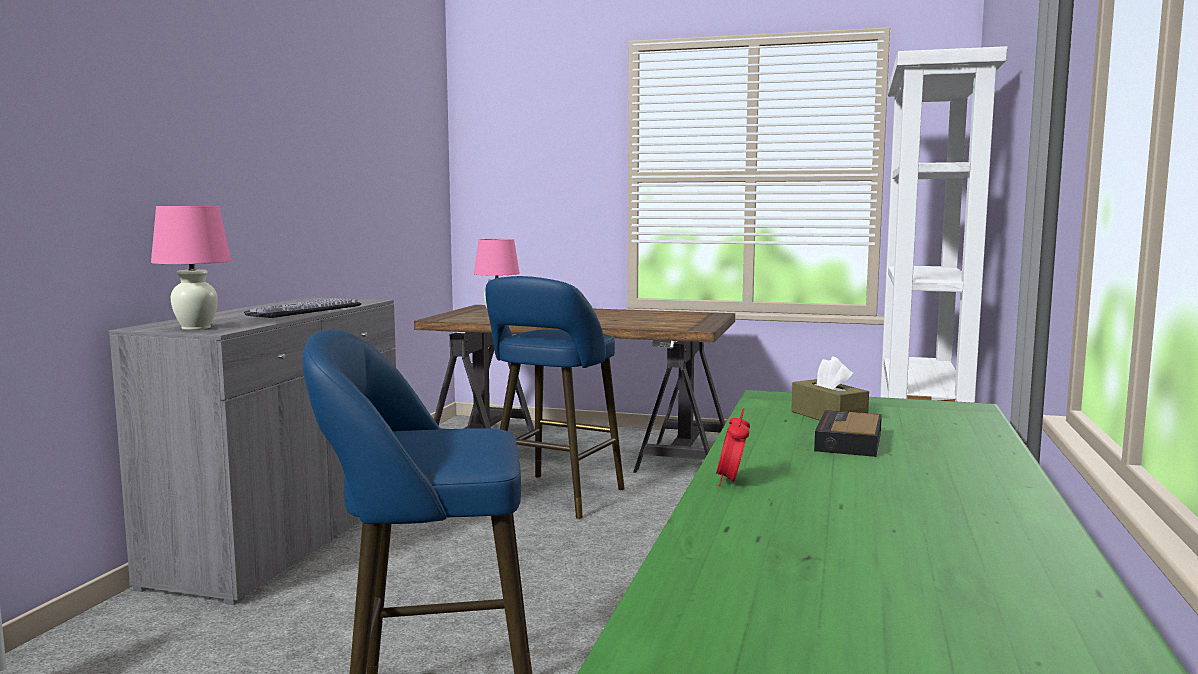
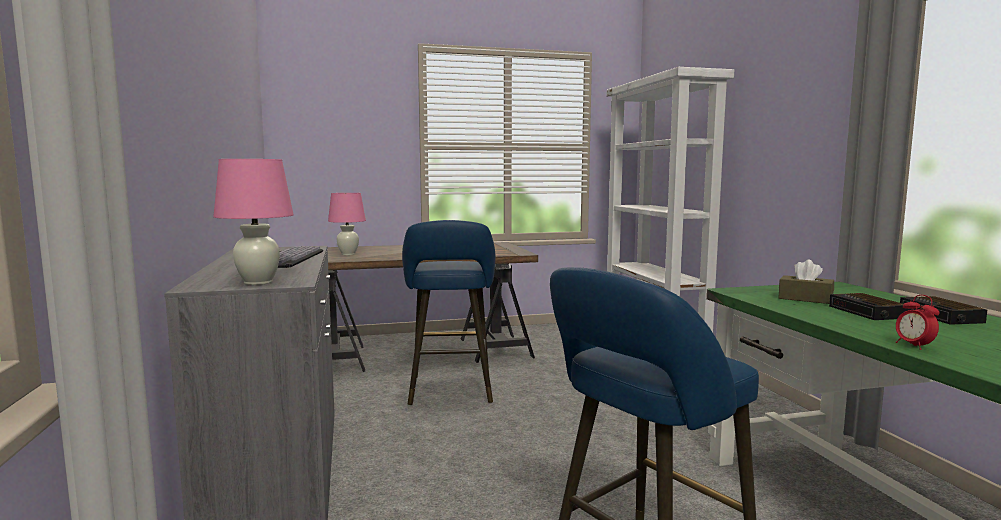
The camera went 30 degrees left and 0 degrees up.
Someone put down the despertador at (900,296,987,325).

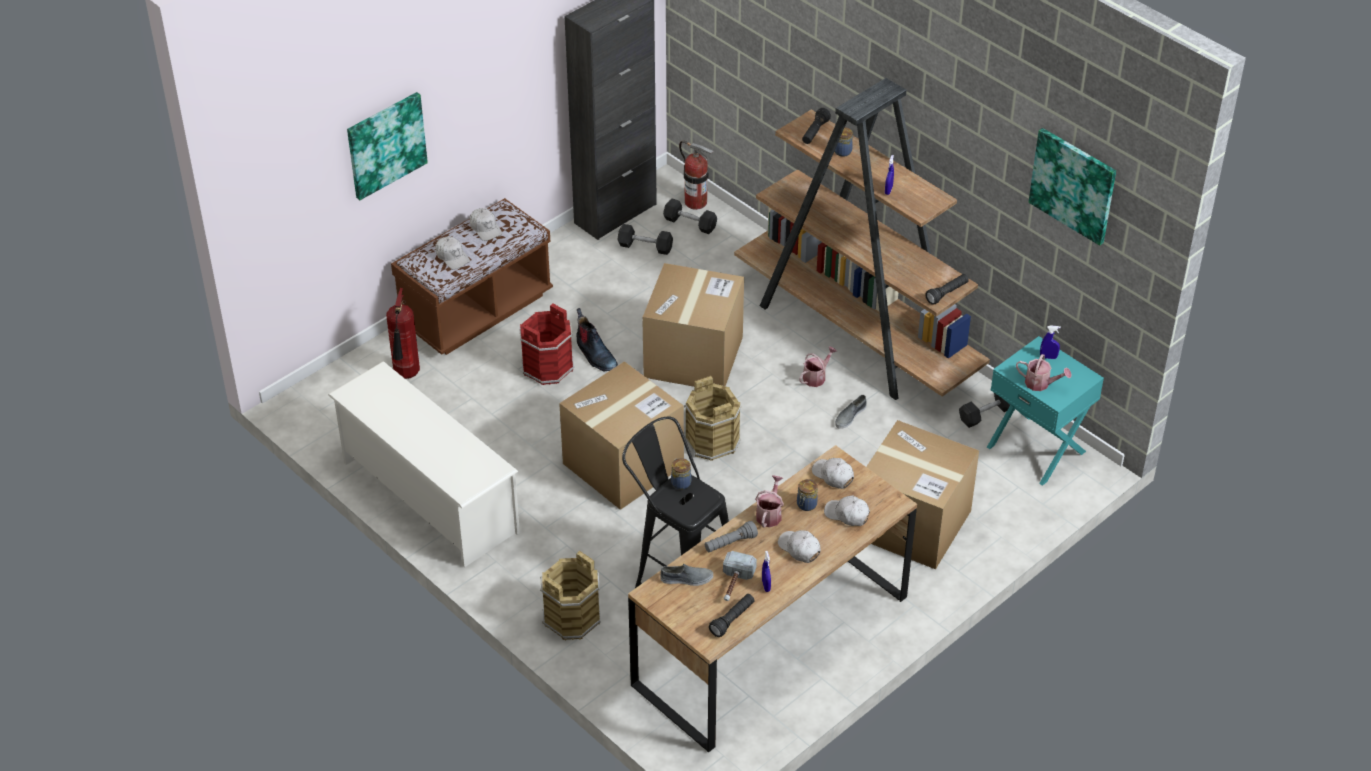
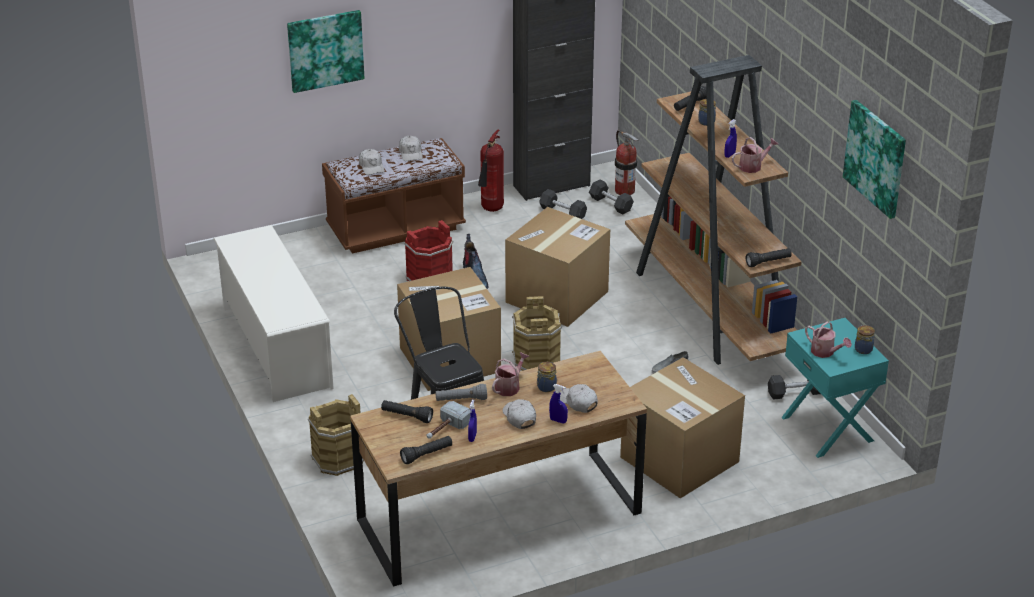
The camera went 20 degrees right and 10 degrees down.
Someone carried the extintor from (386,288,420,379) to (478,130,504,212).
Someone carried the pulverizador (azul) from (1040,325,1061,359) to (549,384,568,423).
Someone carried the regadera from (799,346,837,387) to (732,137,778,173).
Someone carried the tarro from (671,458,691,490) to (855,325,875,354).
Someone took away the gorra (blanco) at (812,458,854,489).
Someone swapped the zapato (gris) at (660,564,713,586) for the linterna (negro) at (381,400,433,423).

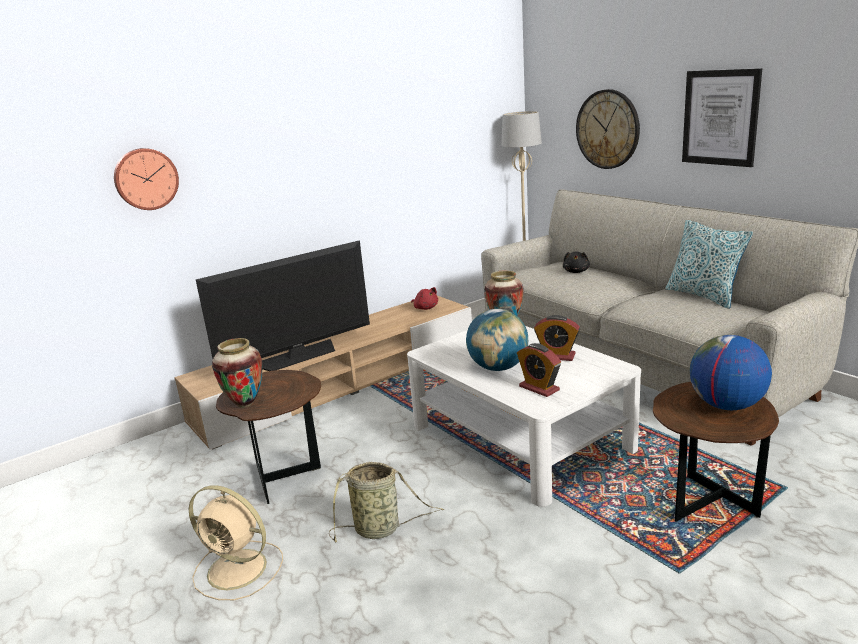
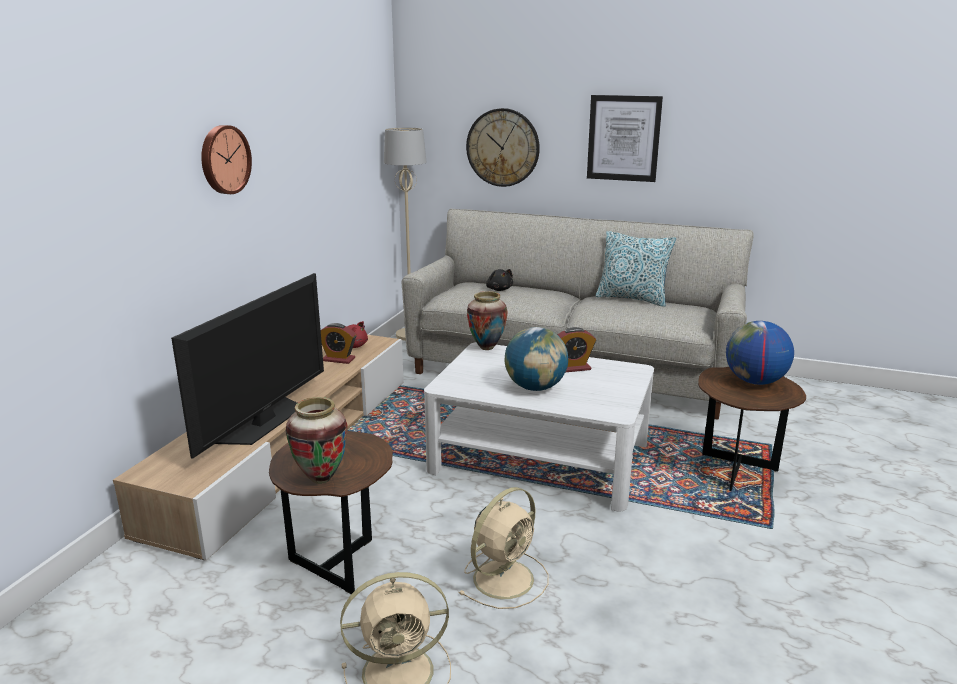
The camera went 35 degrees left and 0 degrees up.
Someone carried the reloj de pared from (114,148,179,210) to (201,125,252,194).
Someone carried the despertador from (517,343,561,397) to (321,323,356,364).
Someone swapped the cesta at (329,462,445,543) for the ventilador (beis) at (459,487,549,609).

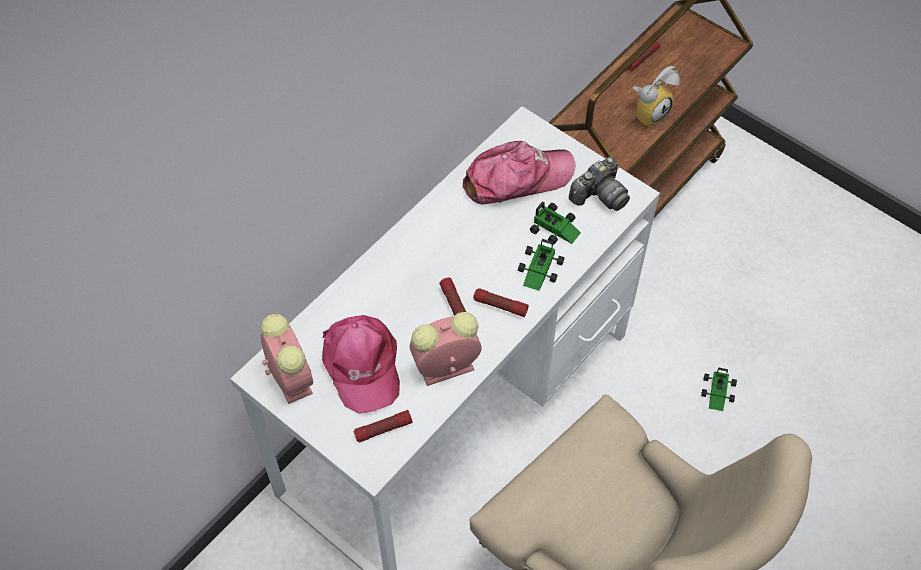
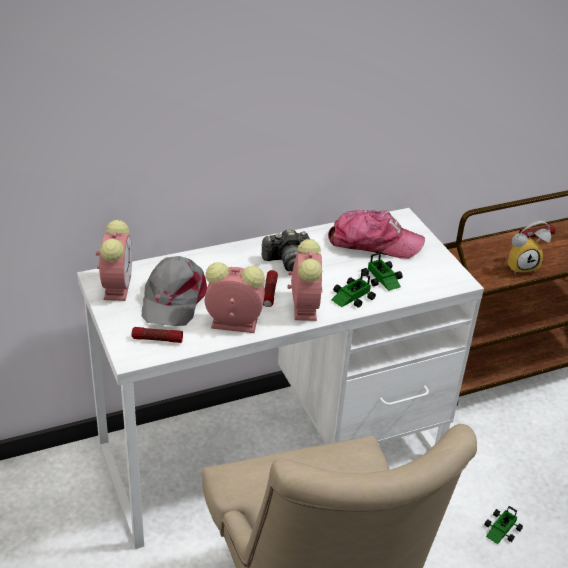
The camera went 25 degrees right and 20 degrees down.
Someone carried the cámara from (569,157,630,211) to (261,229,310,272).
Someone swapped the linterna at (473,288,529,317) for the despertador at (287,239,322,321).
Someone repainted the gorra (rosa) at (322,315,400,414), which became the gorra (gris) at (142,256,207,326).

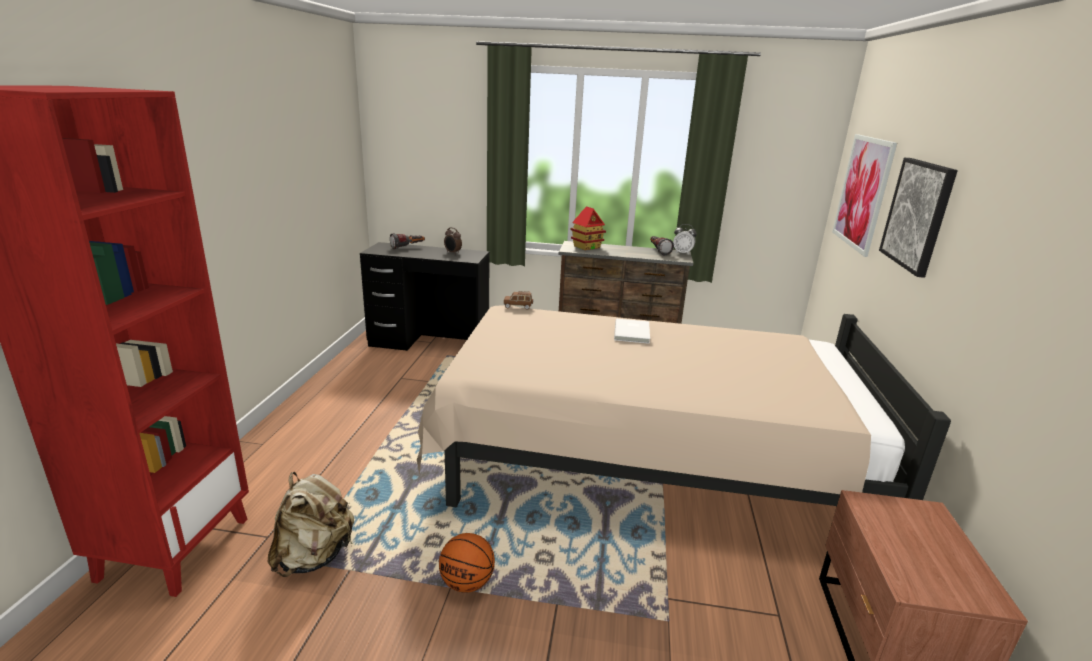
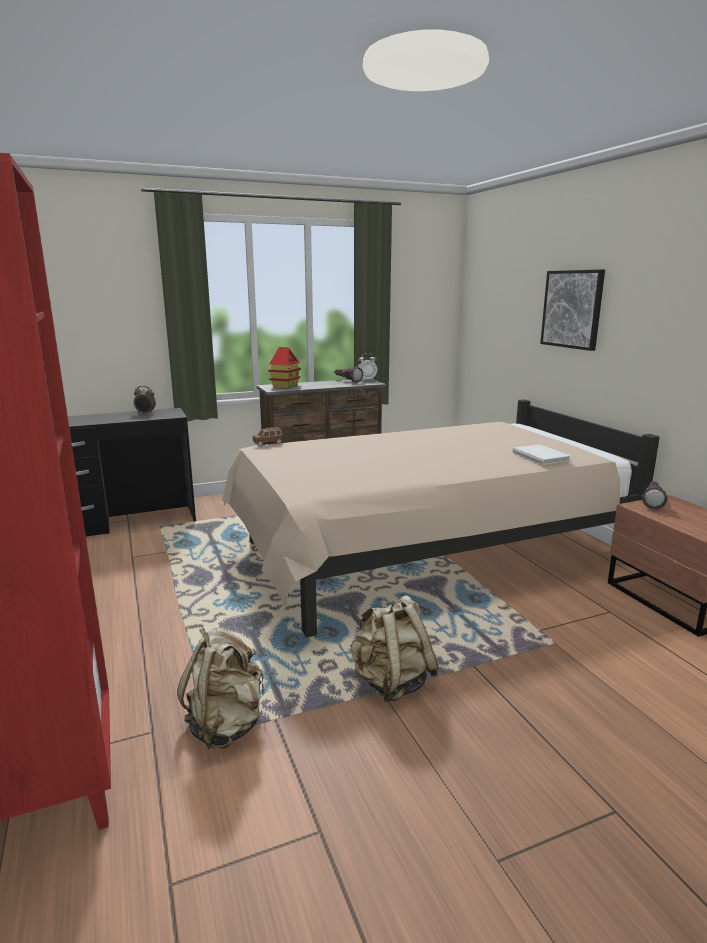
The camera went 30 degrees left and 5 degrees down.
Someone took away the cuadro at (832,134,897,257).
Someone carried the linterna from (390,233,425,249) to (642,482,668,509).
Someone carried the libro (blanco) from (614,319,650,344) to (512,444,571,465).
Someone swapped the balón de baloncesto at (439,533,495,593) for the mochila (beis) at (350,595,439,702).

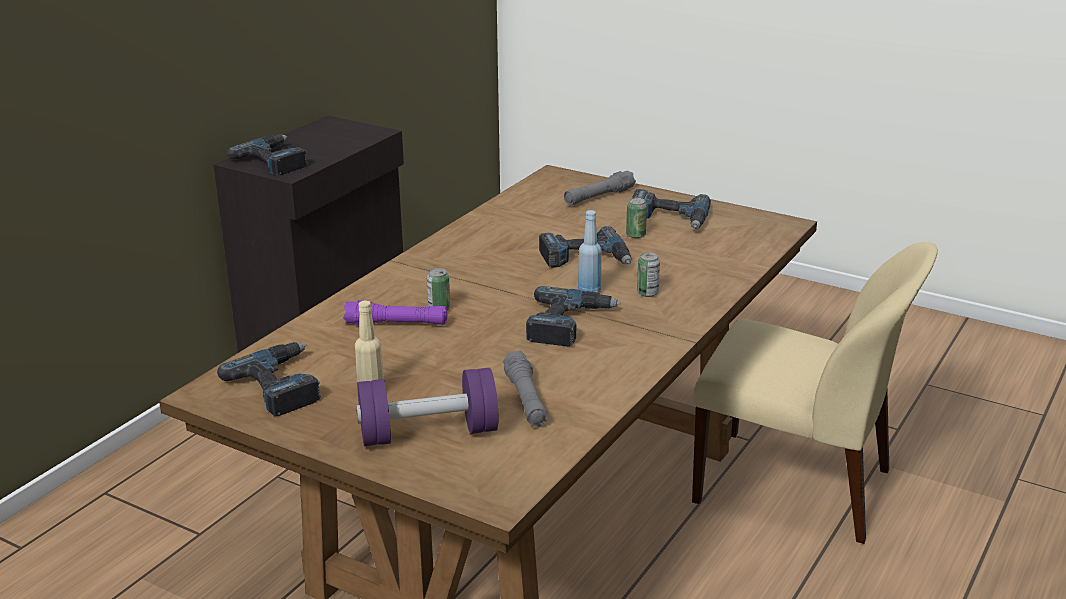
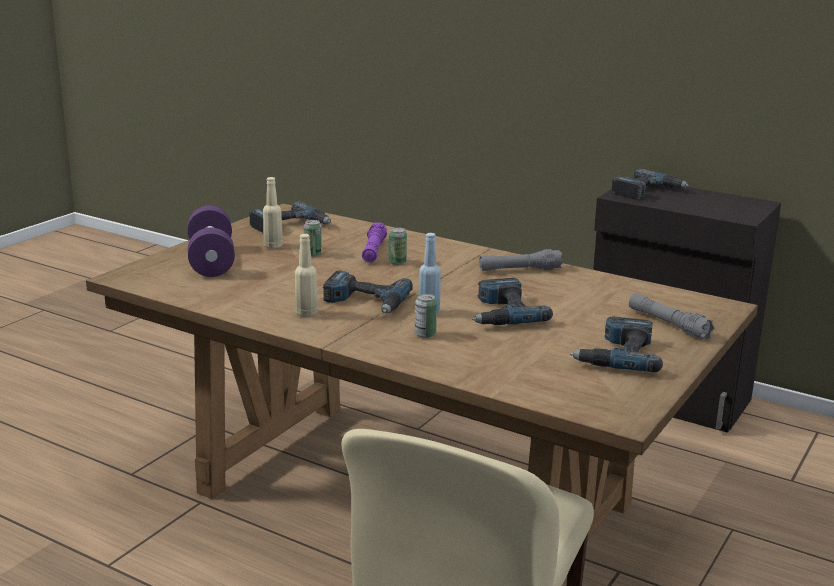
The camera went 90 degrees right and 5 degrees down.
Someone carried the lata from (626,198,647,238) to (303,220,322,257).
Someone carried the linterna (gris) from (503,351,548,426) to (479,249,563,271).
Someone put down the botella (beis) at (295,234,318,317).

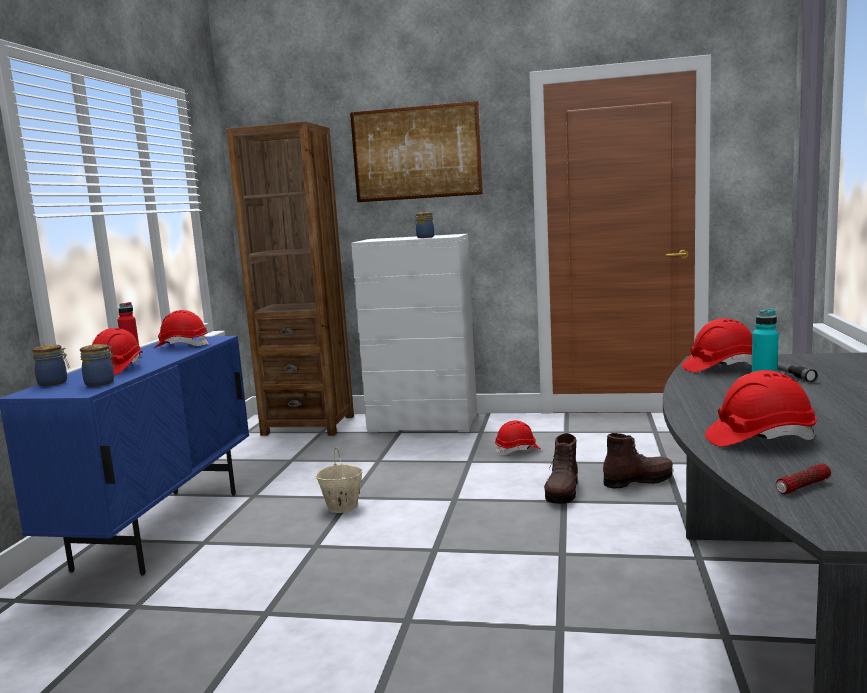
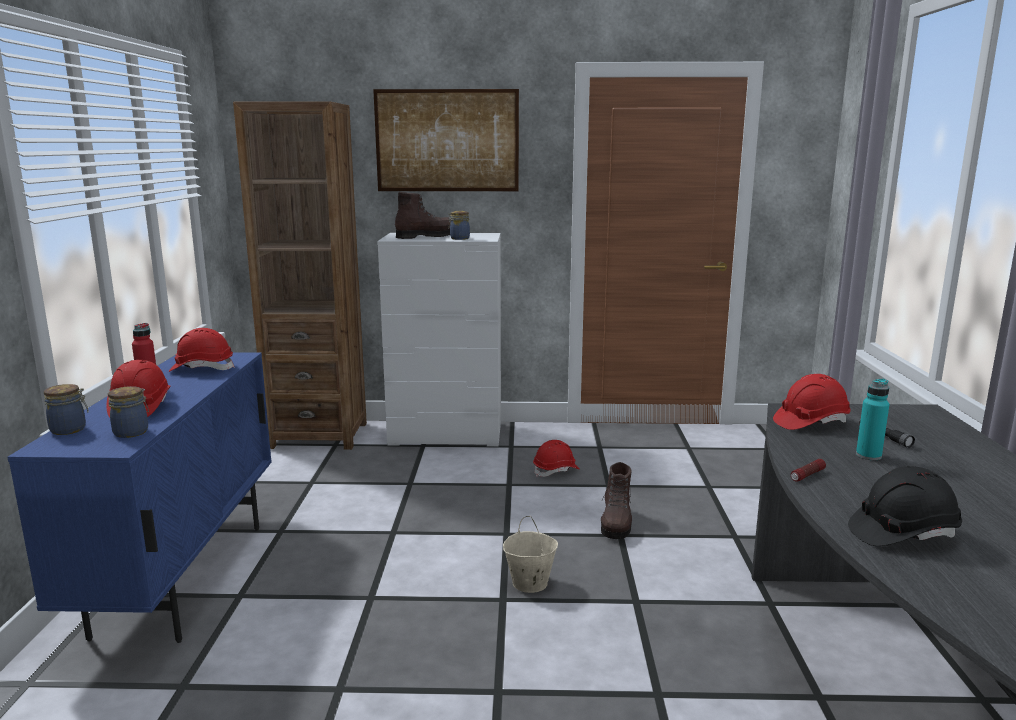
The camera went 10 degrees left and 5 degrees up.
Someone repainted the casco (rojo) at (705,370,817,447), which became the casco (negro) at (848,466,962,546).
Someone carried the bota (marrón) from (603,433,673,489) to (395,192,451,239).
Someone carried the cubo (beis) from (315,447,363,513) to (503,516,558,593).
Someone carried the linterna from (776,463,831,494) to (791,459,826,482).

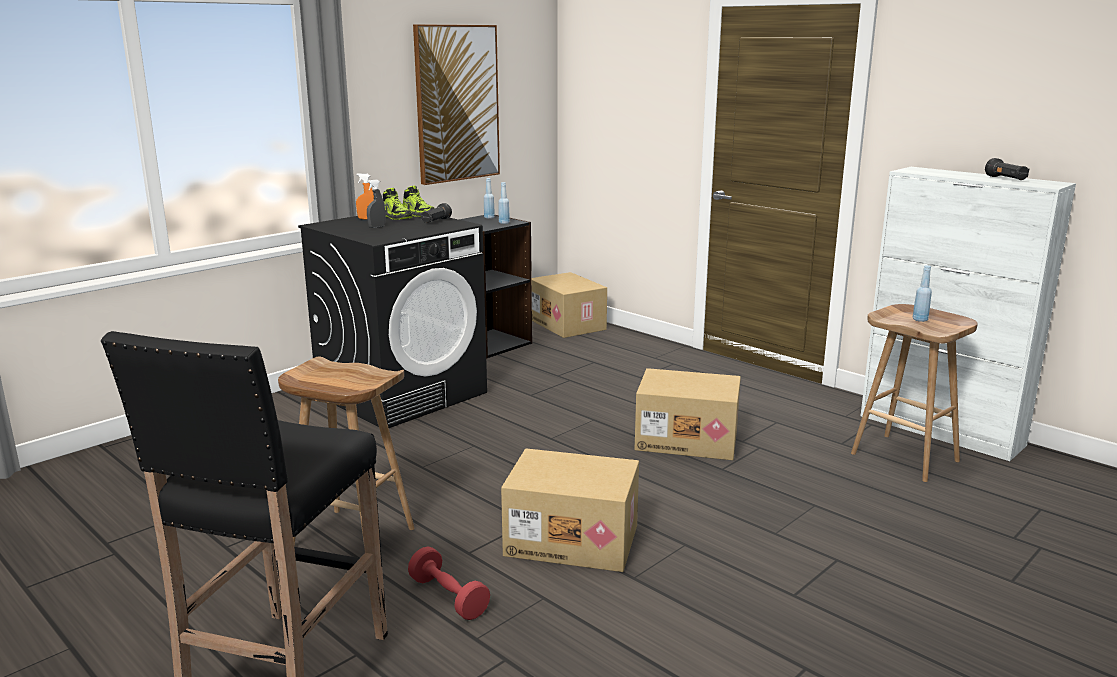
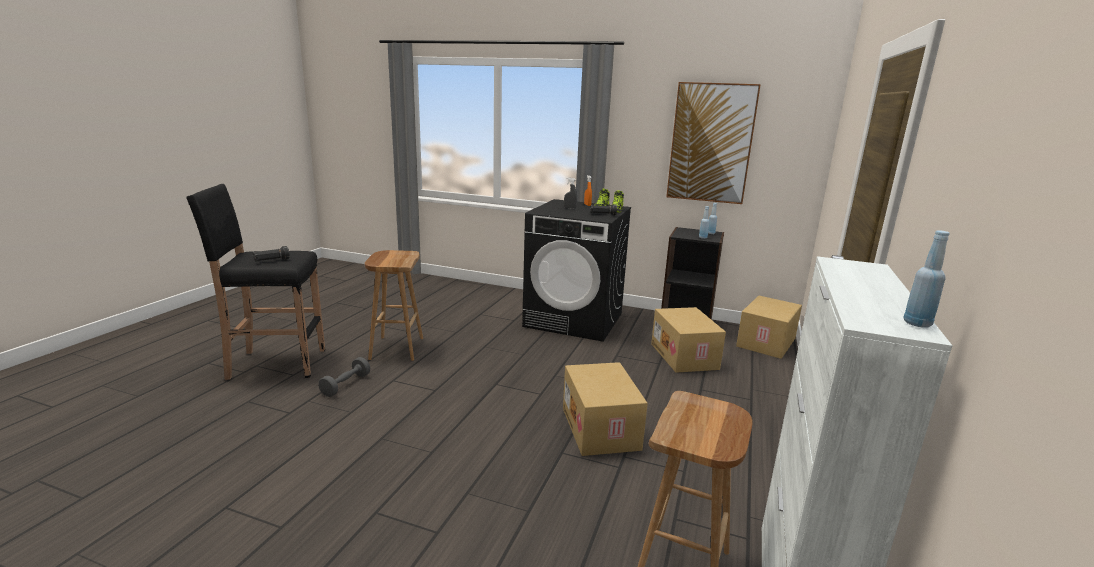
The camera went 65 degrees right and 0 degrees up.
Someone carried the linterna (negro) from (985,158,1029,180) to (252,246,290,262).
Someone carried the botella (azul) from (913,265,932,322) to (903,230,949,328).
Someone carried the caja de cartón from (501,448,639,572) to (651,307,726,373).
Someone repainted the mancuerna (rojo) at (408,546,490,620), which became the mancuerna (gris) at (318,357,370,397).

